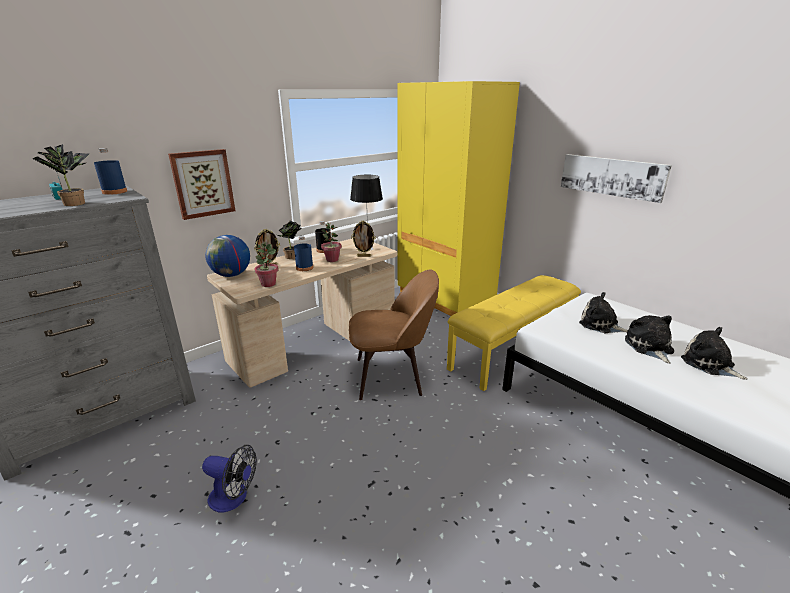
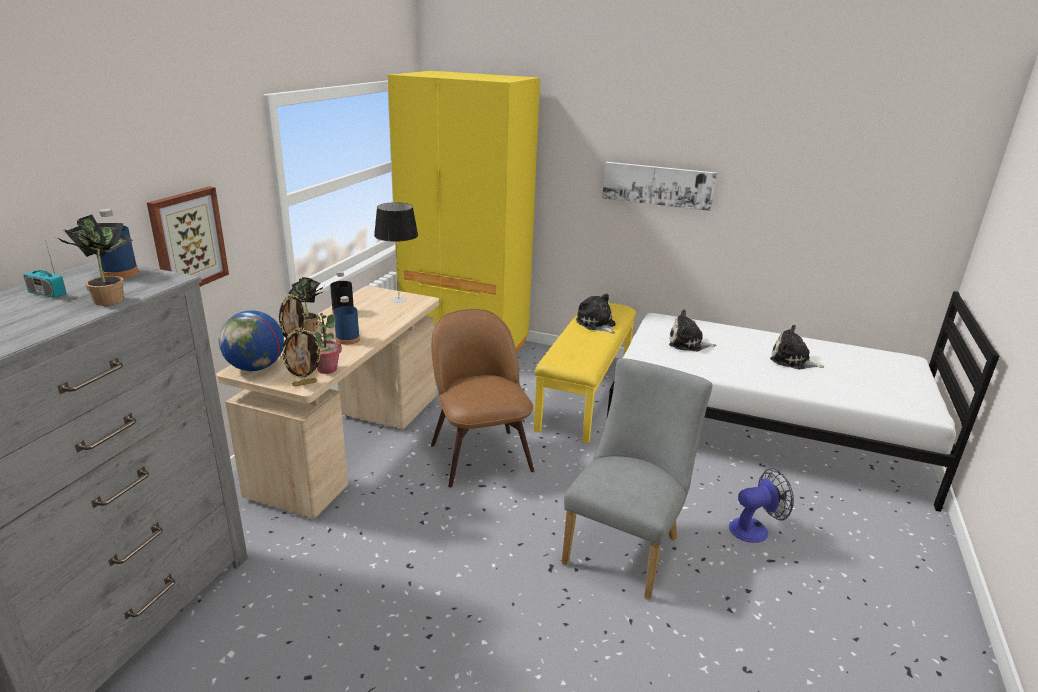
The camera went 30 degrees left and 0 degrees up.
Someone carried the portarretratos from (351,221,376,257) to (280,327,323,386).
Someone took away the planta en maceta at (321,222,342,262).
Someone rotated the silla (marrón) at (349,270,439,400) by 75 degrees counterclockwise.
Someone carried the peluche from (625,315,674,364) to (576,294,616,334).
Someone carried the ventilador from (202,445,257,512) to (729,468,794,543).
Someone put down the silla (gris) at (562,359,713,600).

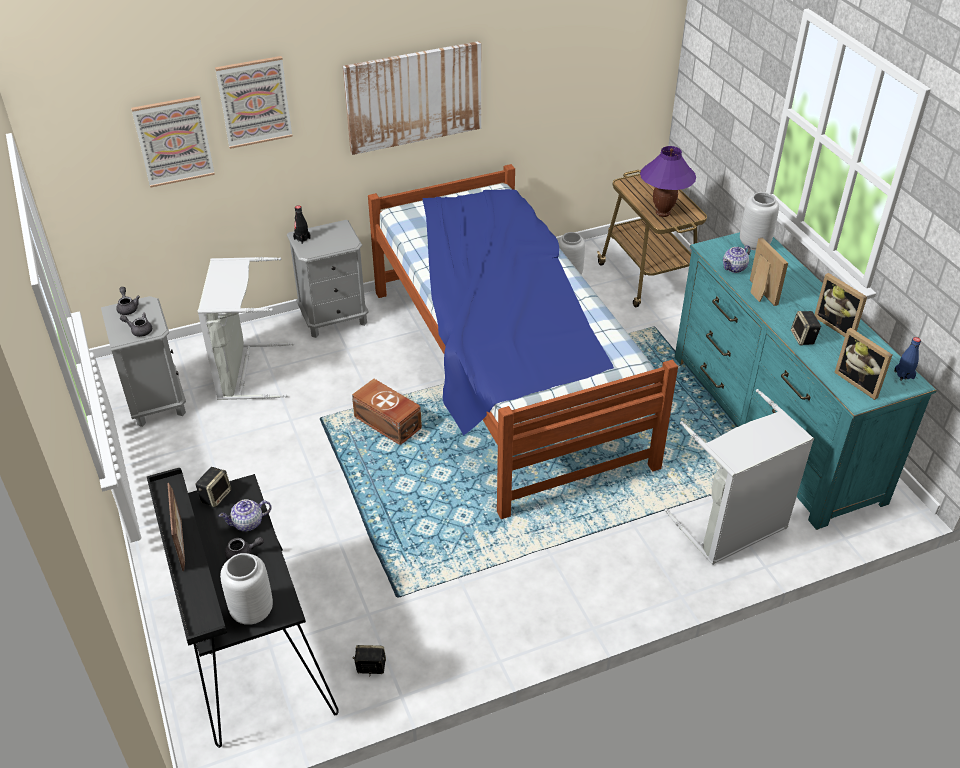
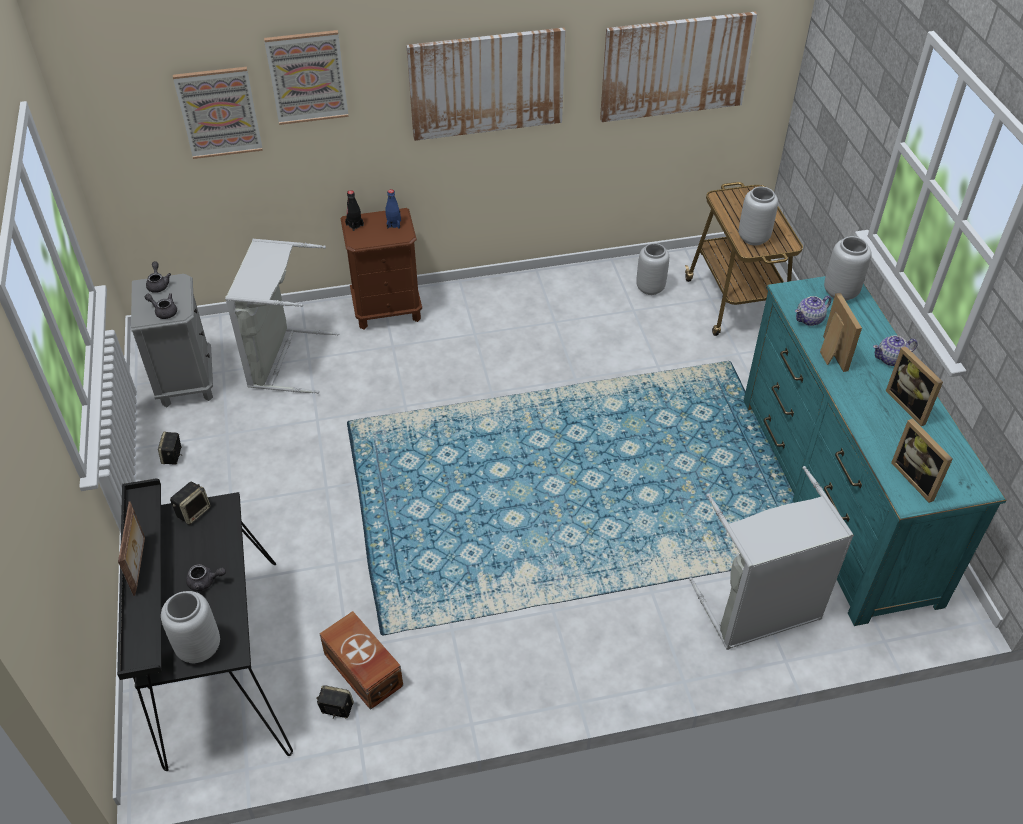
The camera went 10 degrees right and 5 degrees up.
Someone swapped the lámpara de mesa (morado) at (640,146,696,217) for the florero (gris) at (739,186,778,246).
Someone took away the cama at (368,164,678,519).
Someone repainted the mesita de noche (gris) at (287,220,369,338), which became the mesita de noche (marrón) at (340,208,422,330).
Someone carried the altavoz from (791,311,821,345) to (158,431,182,465).
Someone carried the botella (azul) from (894,337,921,381) to (385,189,401,228).
Someone carried the caja de almacenaje (marrón) from (352,379,422,445) to (319,611,403,710).
Someone carried the tetera from (219,499,272,531) to (873,335,918,366).
Someone put up the cuadro at (600,12,757,122).

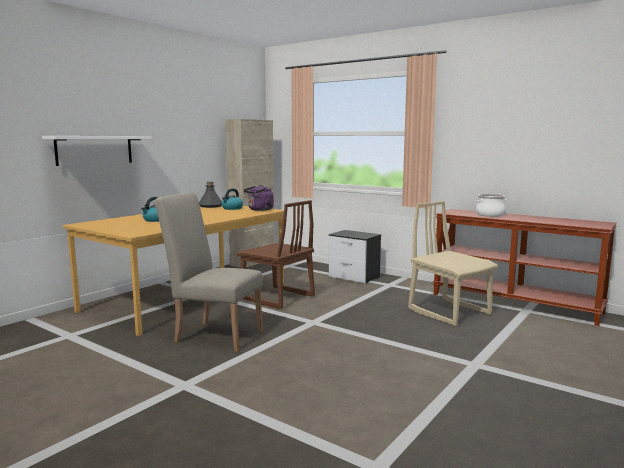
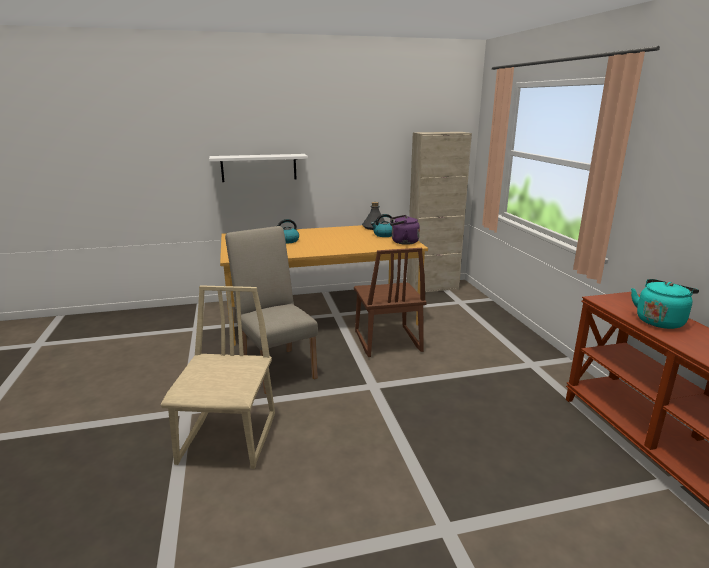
The camera went 40 degrees right and 10 degrees up.
Someone swapped the olla at (476,194,507,217) for the hervidor (turquesa) at (631,279,699,329).
Someone carried the silla (beis) from (408,201,498,326) to (161,285,275,469).
Someone took away the mesita de noche at (329,230,381,284).

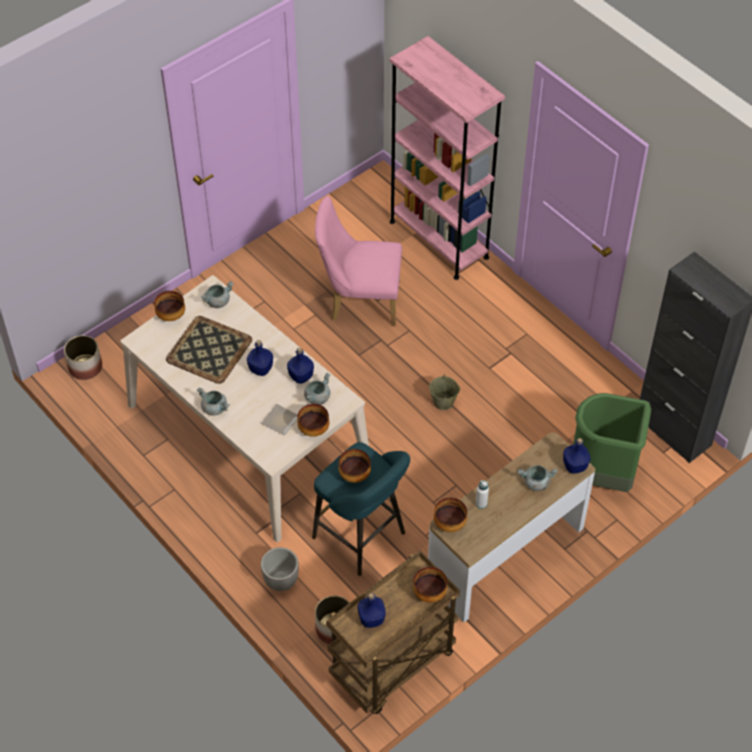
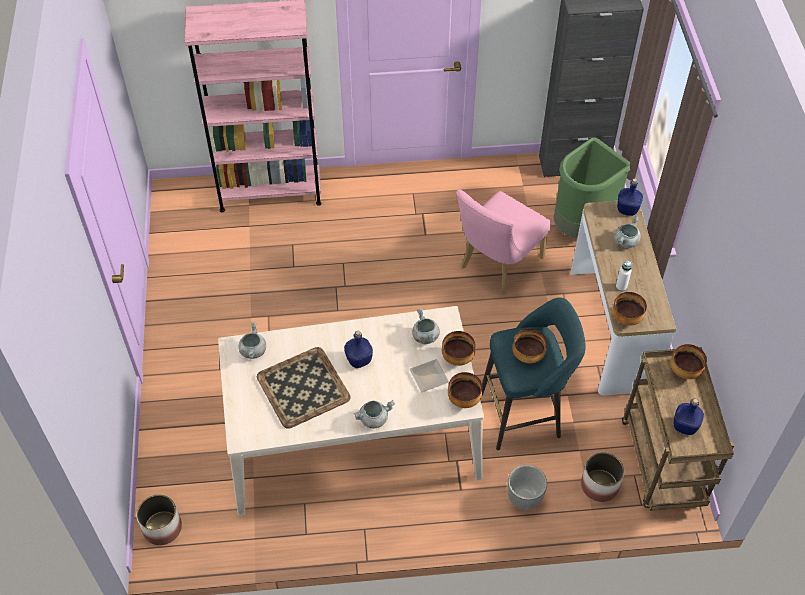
The camera went 55 degrees left and 0 degrees up.
Someone carried the silla (rosa) from (315,196,402,326) to (456,189,552,295).
Someone carried the cuenco from (154,291,185,321) to (448,372,482,408).
Someone took away the botella (azul) at (287,348,314,384).
Someone took away the cubo (beis) at (429,374,460,410).

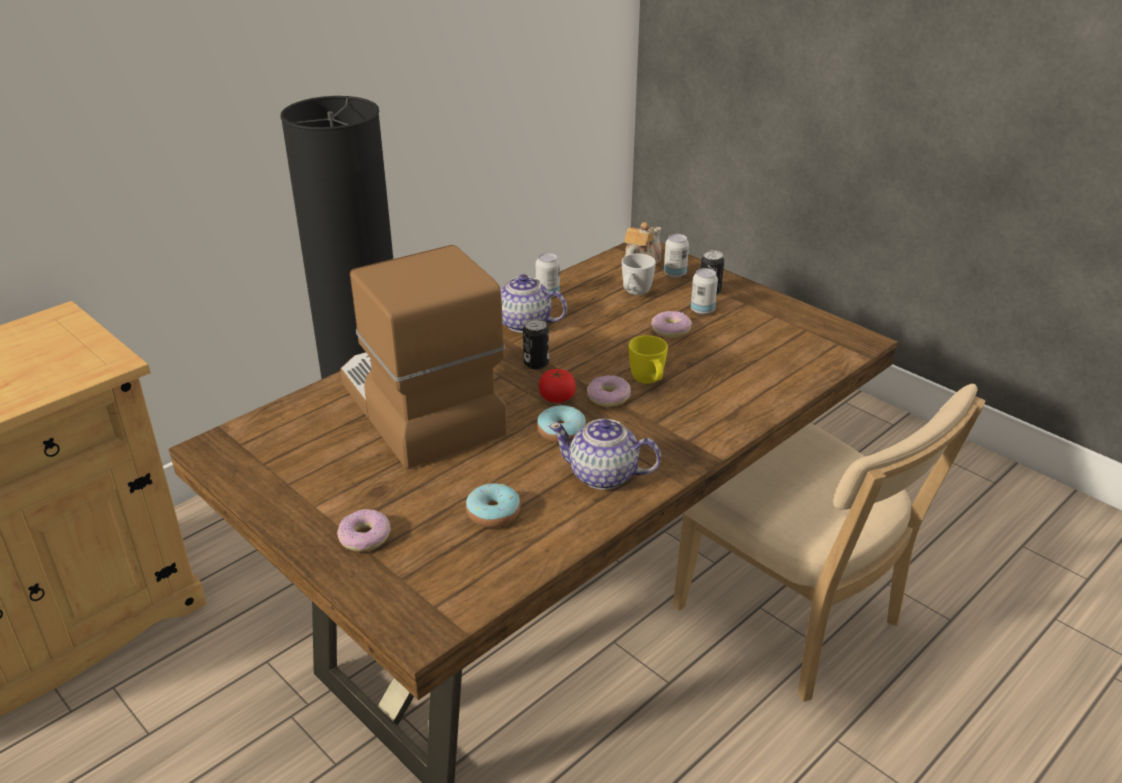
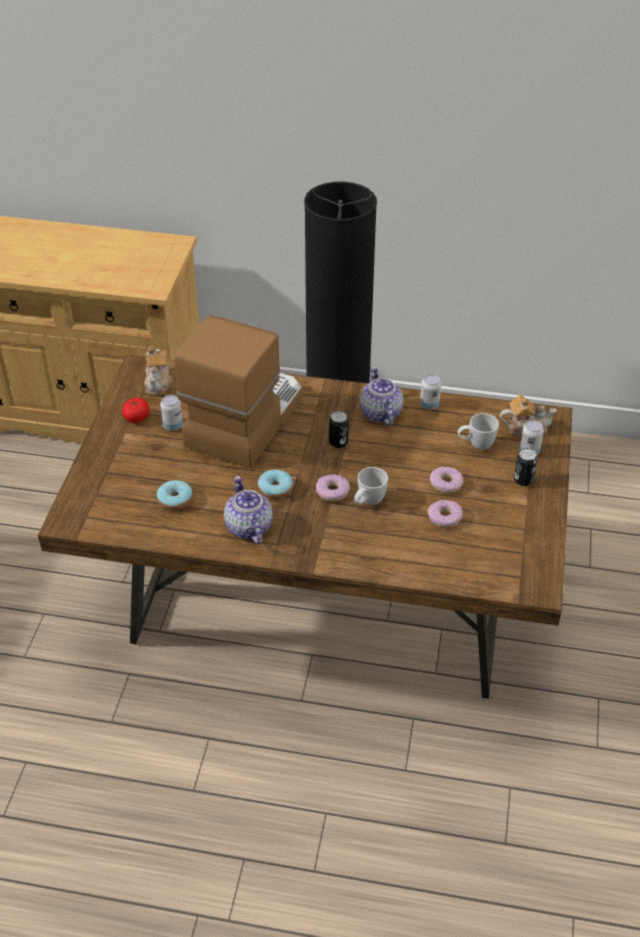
The camera went 55 degrees right and 10 degrees up.
Someone carried the lata from (691,268,718,315) to (160,395,183,431).
Someone repainted the taza grande (amarillo) at (629,335,668,384), which became the taza grande (blanco) at (354,467,388,505).
Someone carried the tomate from (539,369,576,403) to (122,398,150,423).
Someone took away the silla (beis) at (673,384,985,702).
Someone carried the rosquilla from (337,509,391,551) to (428,500,463,528).
Someone put down the tetera at (144,346,173,396).

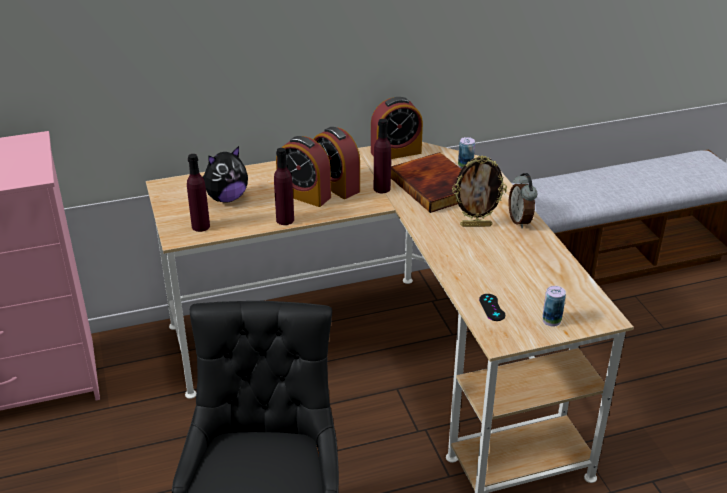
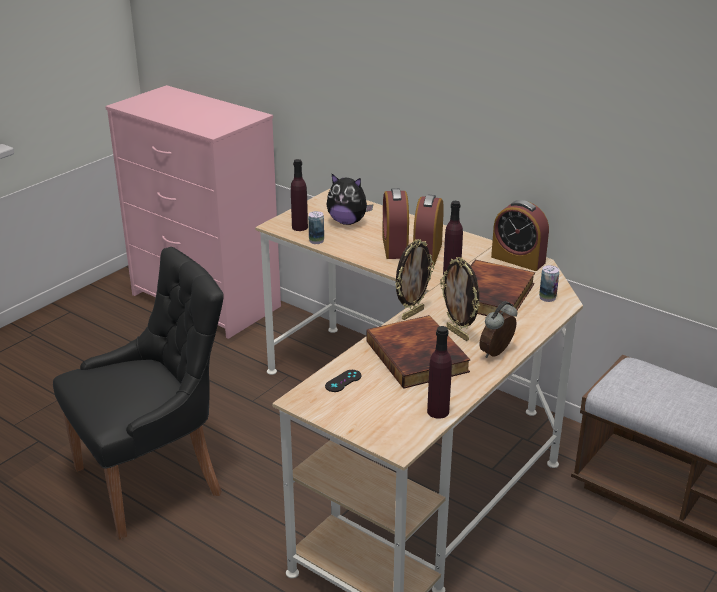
The camera went 55 degrees right and 5 degrees down.
Someone carried the botella (morado) from (274,148,294,225) to (427,326,452,419).
Someone carried the lata from (542,286,566,327) to (308,211,324,244).
Someone put down the portarretratos at (395,239,434,320).
Someone put down the libro at (367,315,470,389).

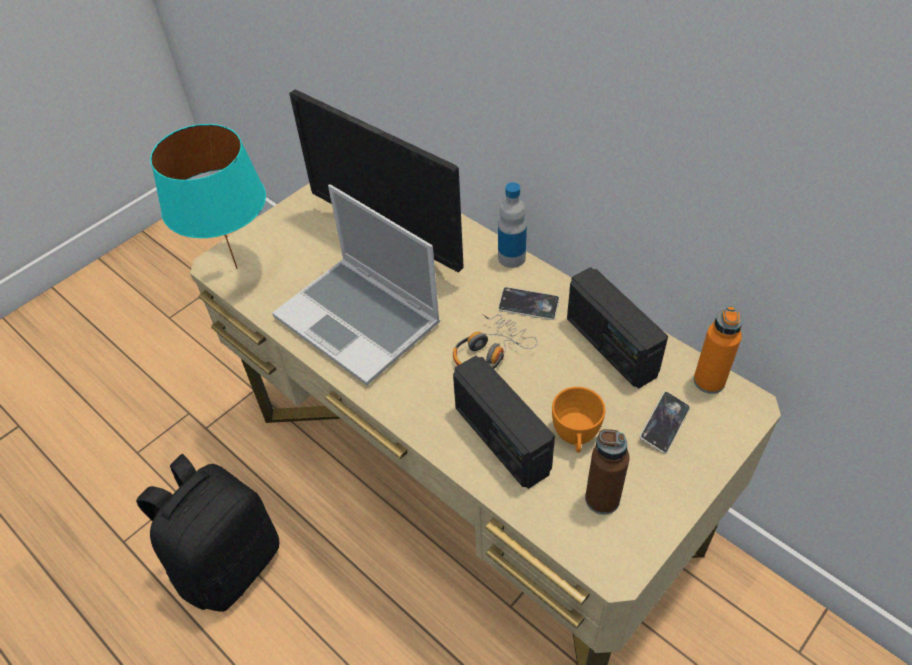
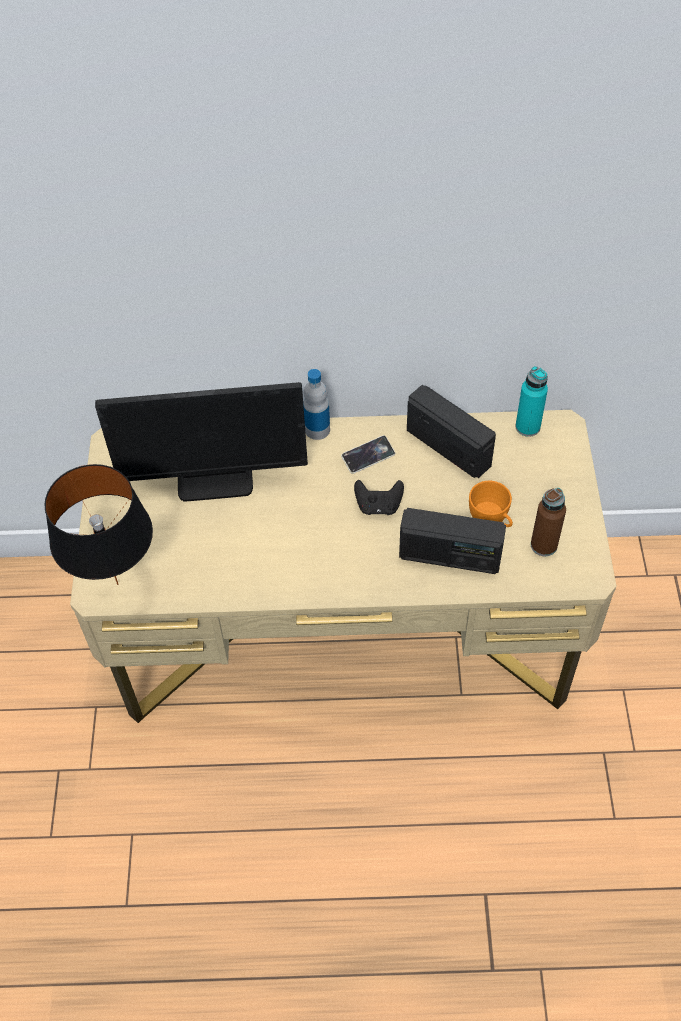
The camera went 45 degrees left and 5 degrees up.
Someone repainted the lámpara de mesa (turquesa) at (150,124,266,269), which became the lámpara de mesa (negro) at (44,464,153,585).
Someone took away the portátil at (272,185,440,385).
Someone rotated the radio at (567,267,668,389) by 150 degrees counterclockwise.
Someone repainted the botella (naranja) at (693,306,743,394), which became the botella (turquesa) at (515,366,548,437).
Someone swapped the auriculares at (453,314,537,369) for the mando de consola (negro) at (354,480,404,515).
Someone took away the móvil at (640,391,690,454).
Someone took away the mochila (negro) at (136,454,279,611).

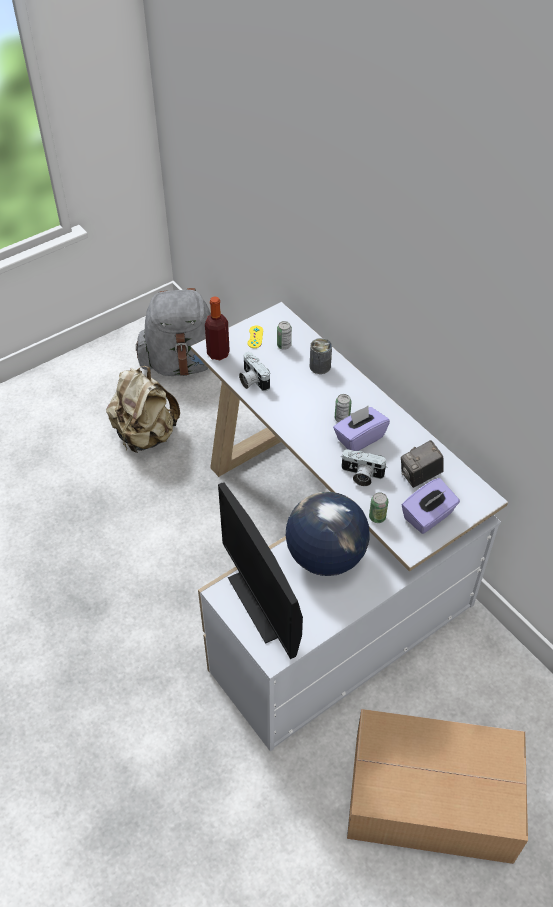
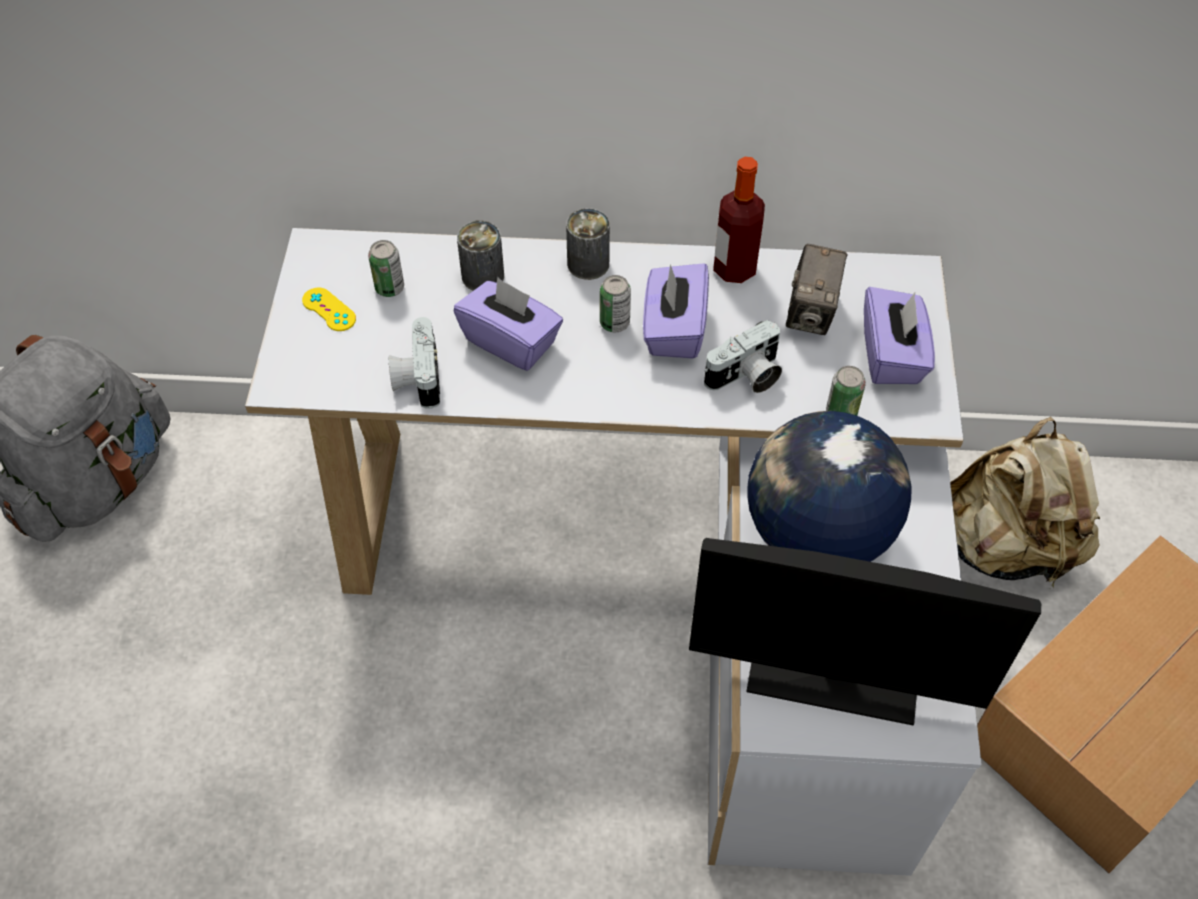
The camera went 50 degrees left and 5 degrees up.
Someone carried the botella from (205,296,230,360) to (713,157,765,283).
Someone rotated the cámara at (239,352,270,391) by 75 degrees clockwise.
Someone carried the mochila (beis) from (106,366,180,453) to (950,417,1100,589).
Someone put down the lata at (566,208,610,280).
Someone put down the caja de pañuelos (morado) at (454,277,563,371).

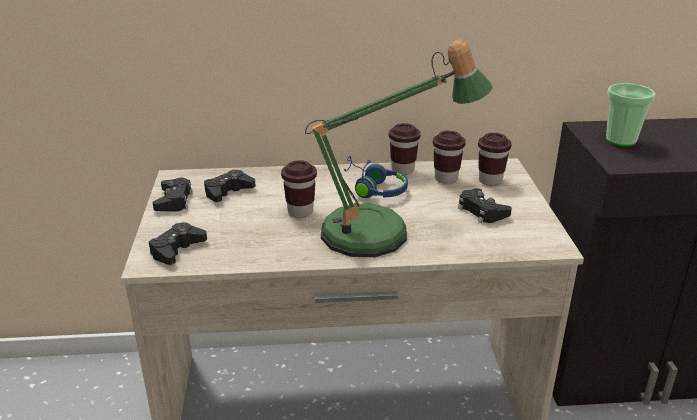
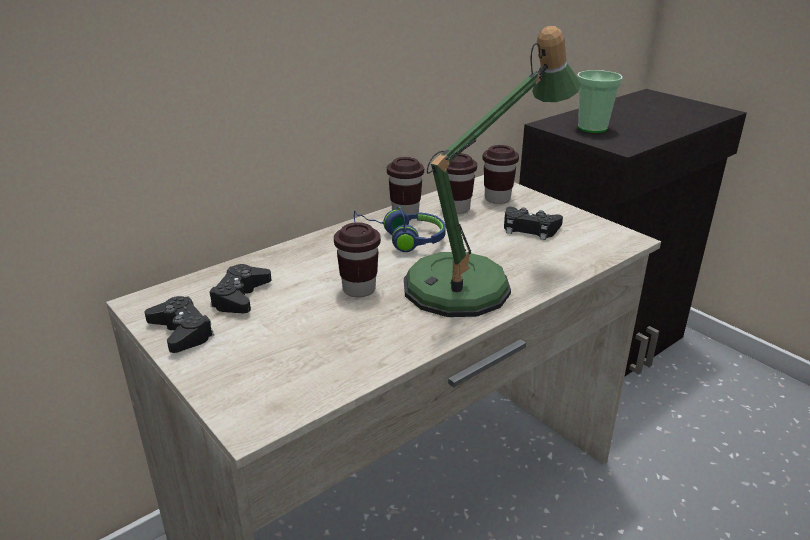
The camera went 35 degrees left and 0 degrees up.
Someone took away the mando de consola (negro) at (149,222,207,265).

